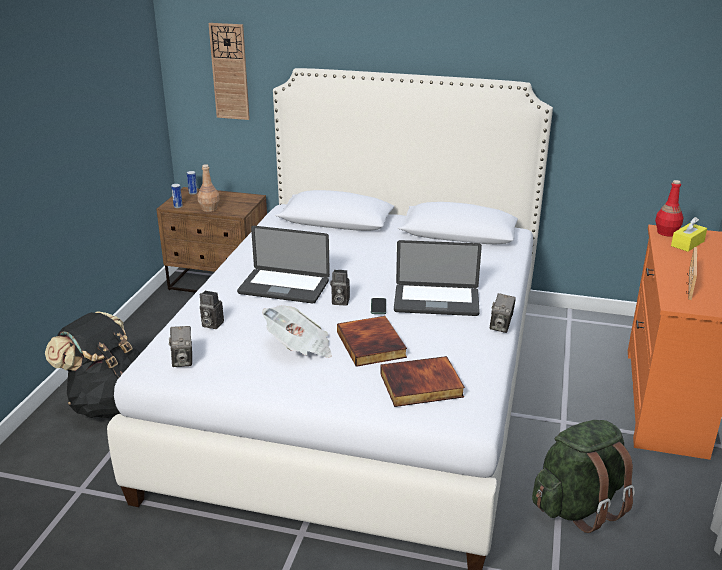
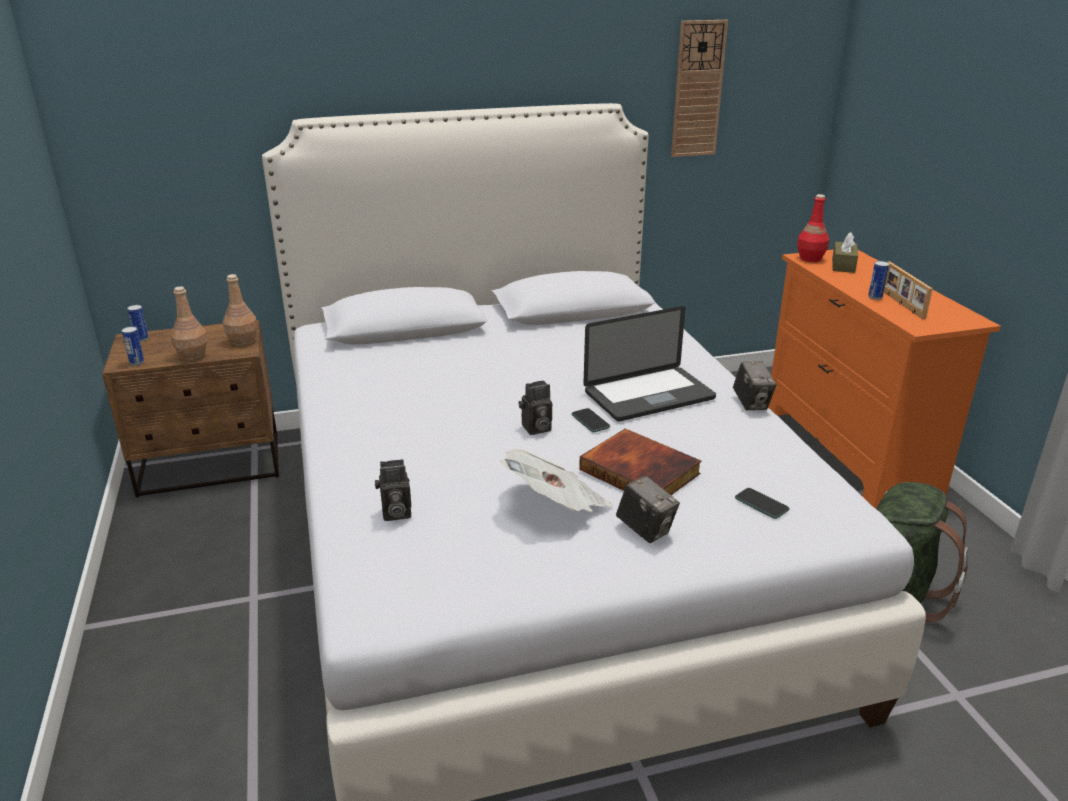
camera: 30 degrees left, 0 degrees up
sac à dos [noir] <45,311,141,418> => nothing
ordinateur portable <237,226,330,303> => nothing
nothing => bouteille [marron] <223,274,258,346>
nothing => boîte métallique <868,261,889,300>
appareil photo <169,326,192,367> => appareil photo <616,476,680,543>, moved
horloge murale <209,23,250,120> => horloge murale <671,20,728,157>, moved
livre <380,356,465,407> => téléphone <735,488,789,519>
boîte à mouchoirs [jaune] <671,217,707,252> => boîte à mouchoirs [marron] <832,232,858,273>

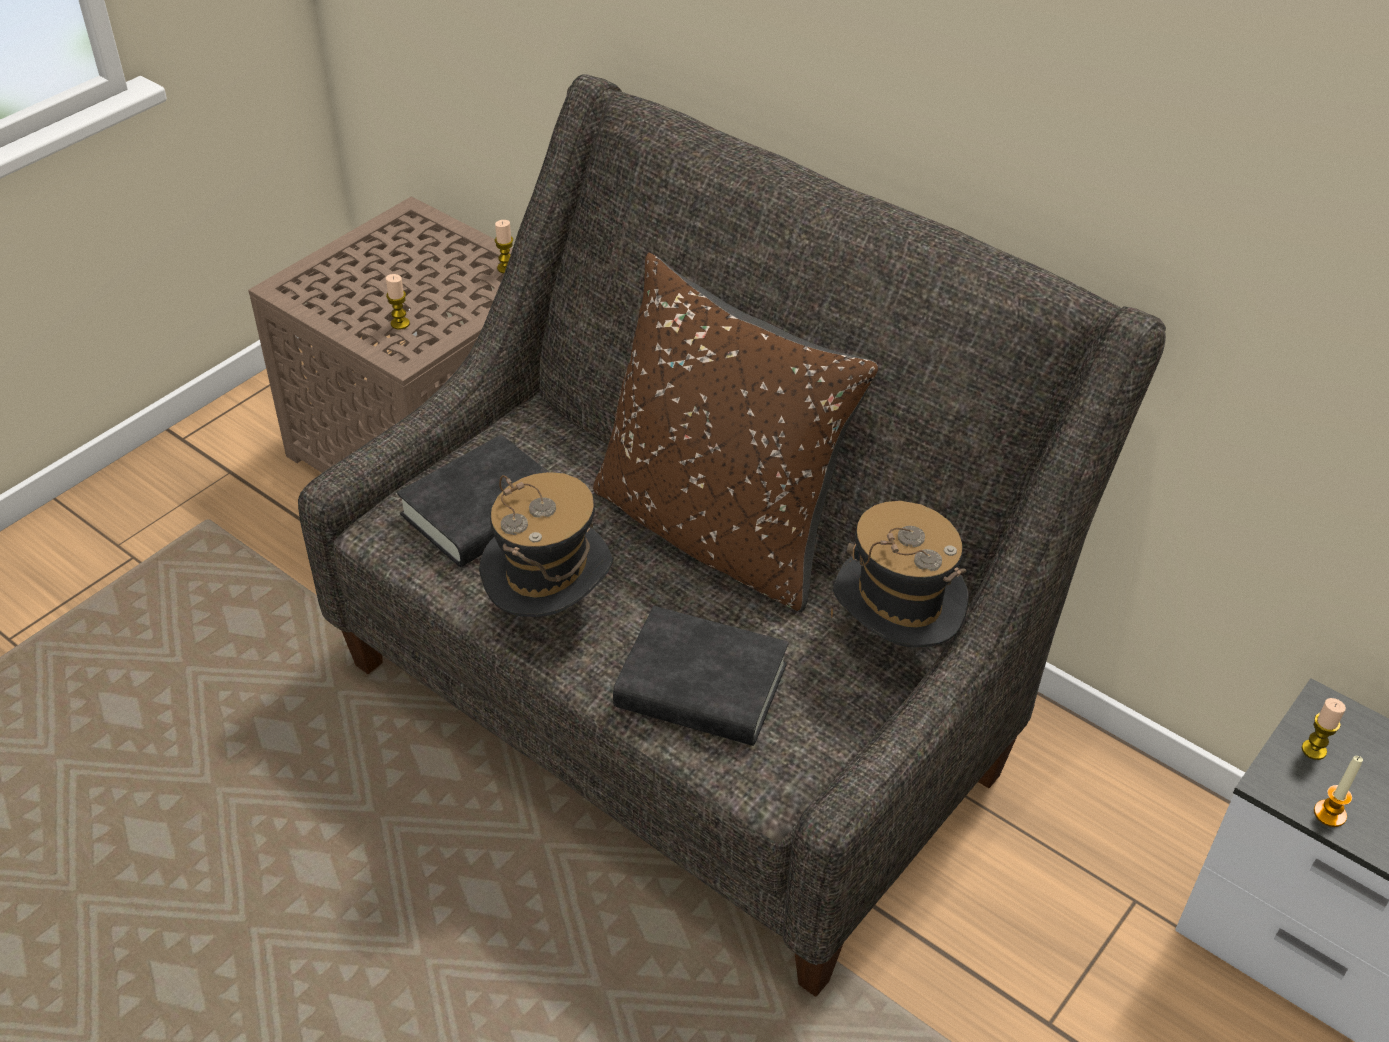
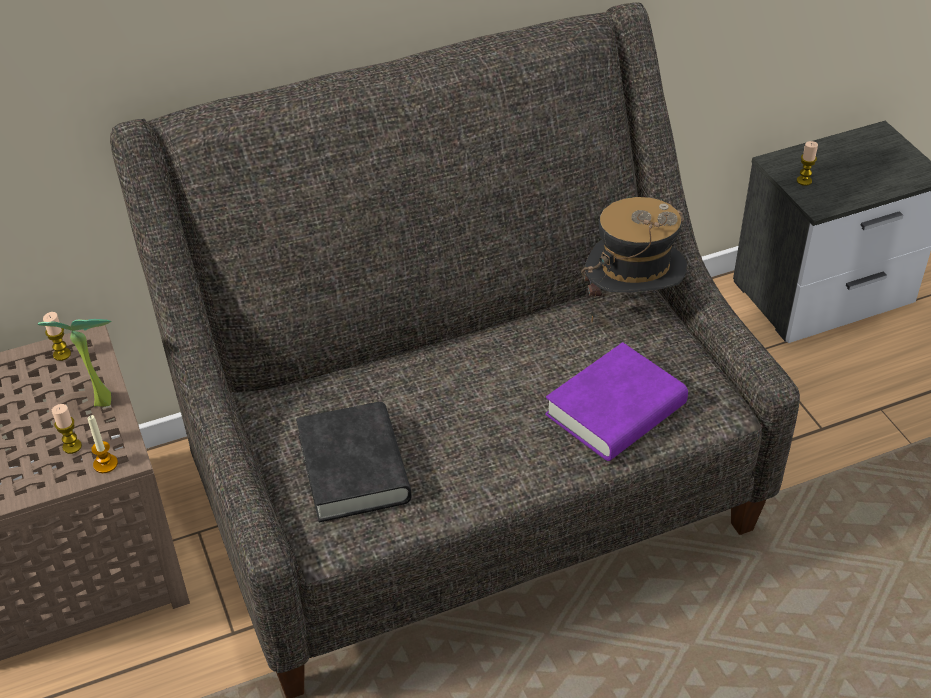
camera: 60 degrees left, 0 degrees up
chapeau <479,472,614,617> => nothing
coussin [marron] <593,253,878,613> => nothing
nothing => plante en pot <38,319,111,406>
bougie <1314,756,1363,827> => bougie <88,415,118,473>, moved
livre [noir] <613,606,789,746> => livre [violet] <545,342,688,461>

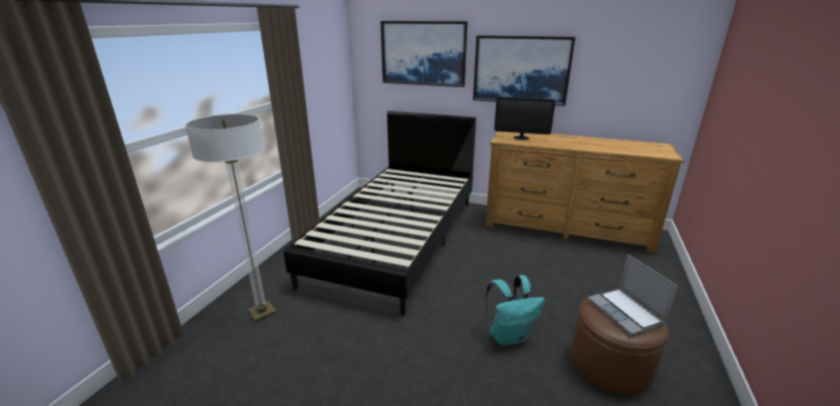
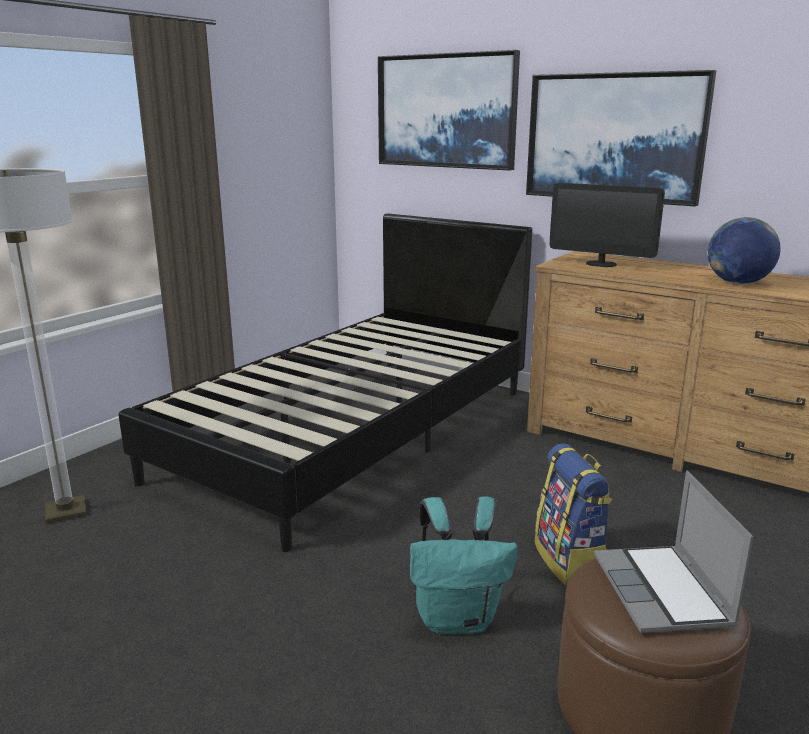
camera: 15 degrees right, 5 degrees down
nothing => sac à dos <535,443,612,586>
nothing => globe <708,217,781,284>

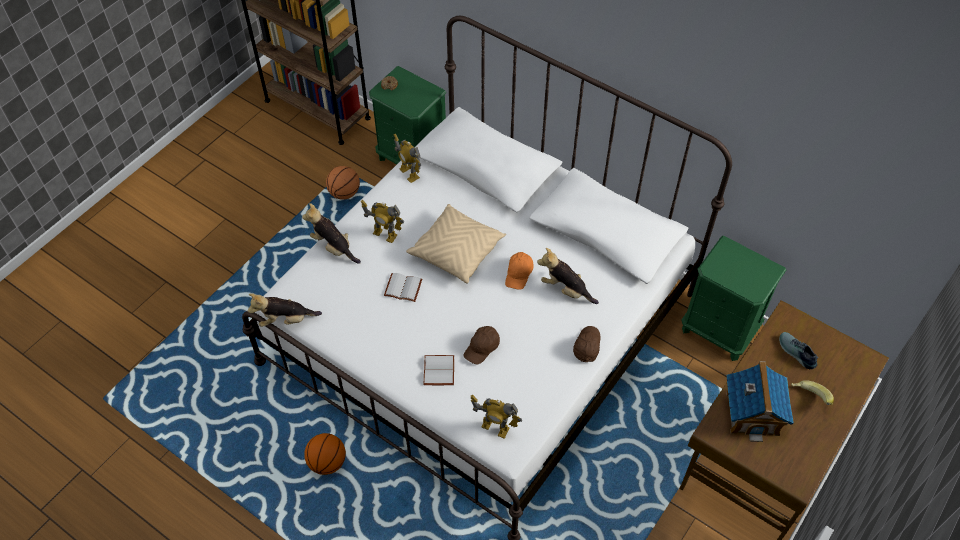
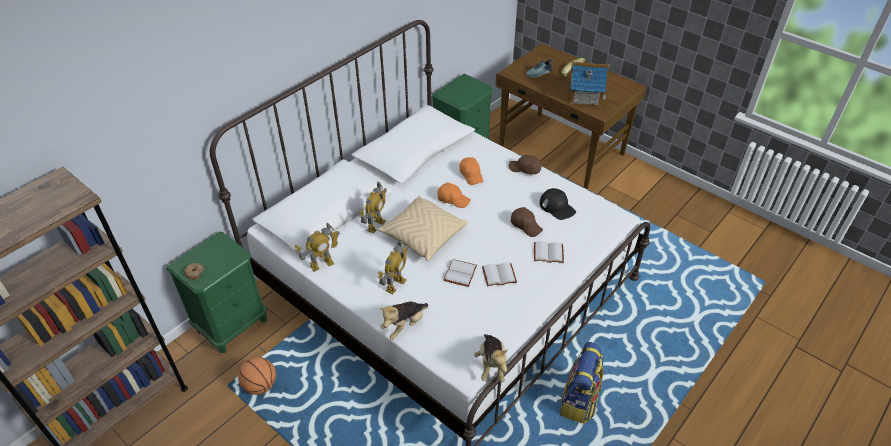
camera: 85 degrees left, 10 degrees down
nothing => livre [blanc] <482,262,517,287>
nothing => casquette [noir] <540,188,576,220>
robot jouet <471,394,522,439> => robot jouet <359,182,387,233>, moved
ballon de basket <304,433,346,475> => sac à dos <560,342,604,424>
peluche <537,248,599,304> => casquette [orange] <459,157,483,185>

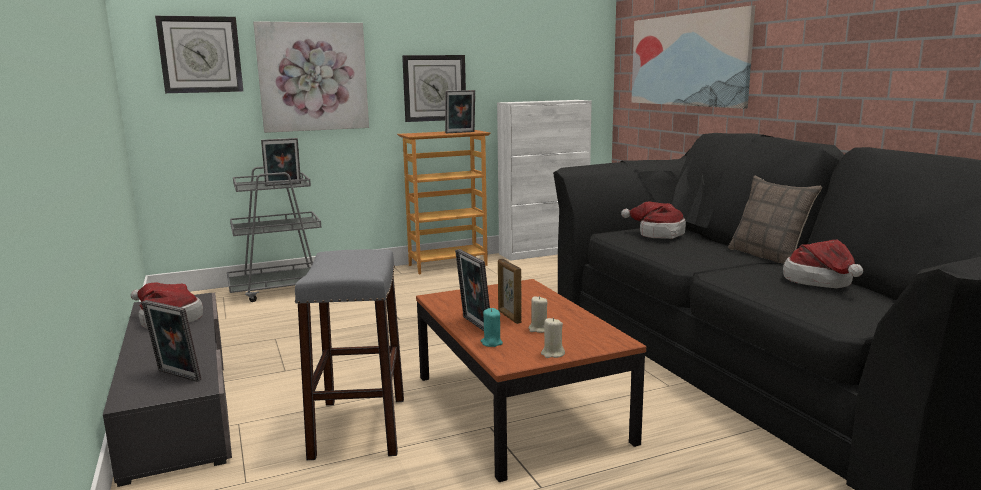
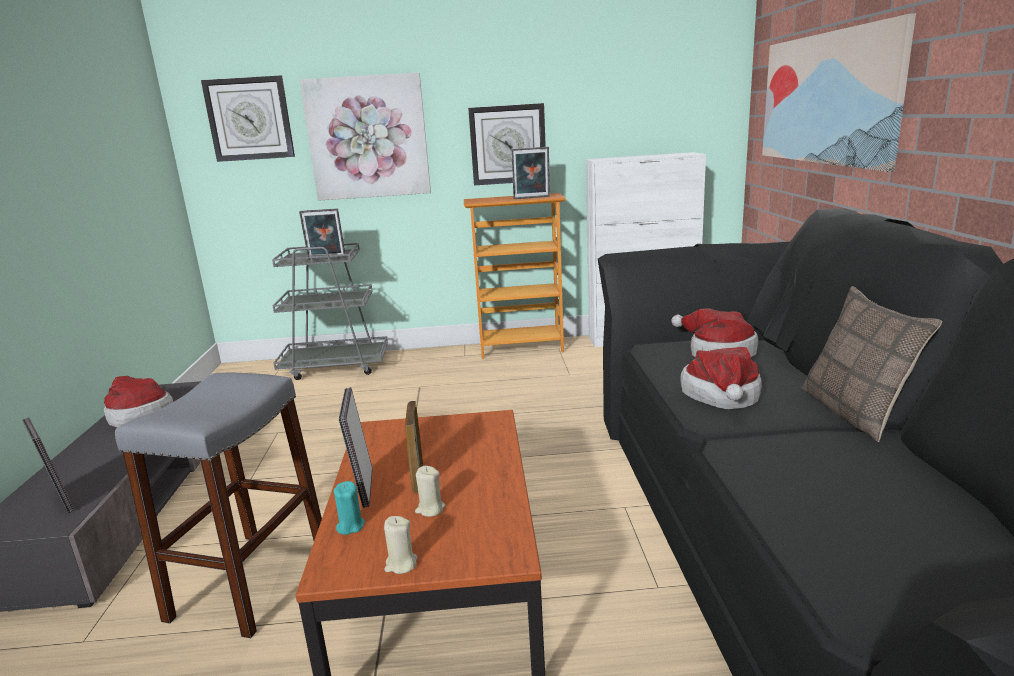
camera: 20 degrees right, 5 degrees up
chapeau <783,240,863,288> => chapeau <680,347,762,409>, moved

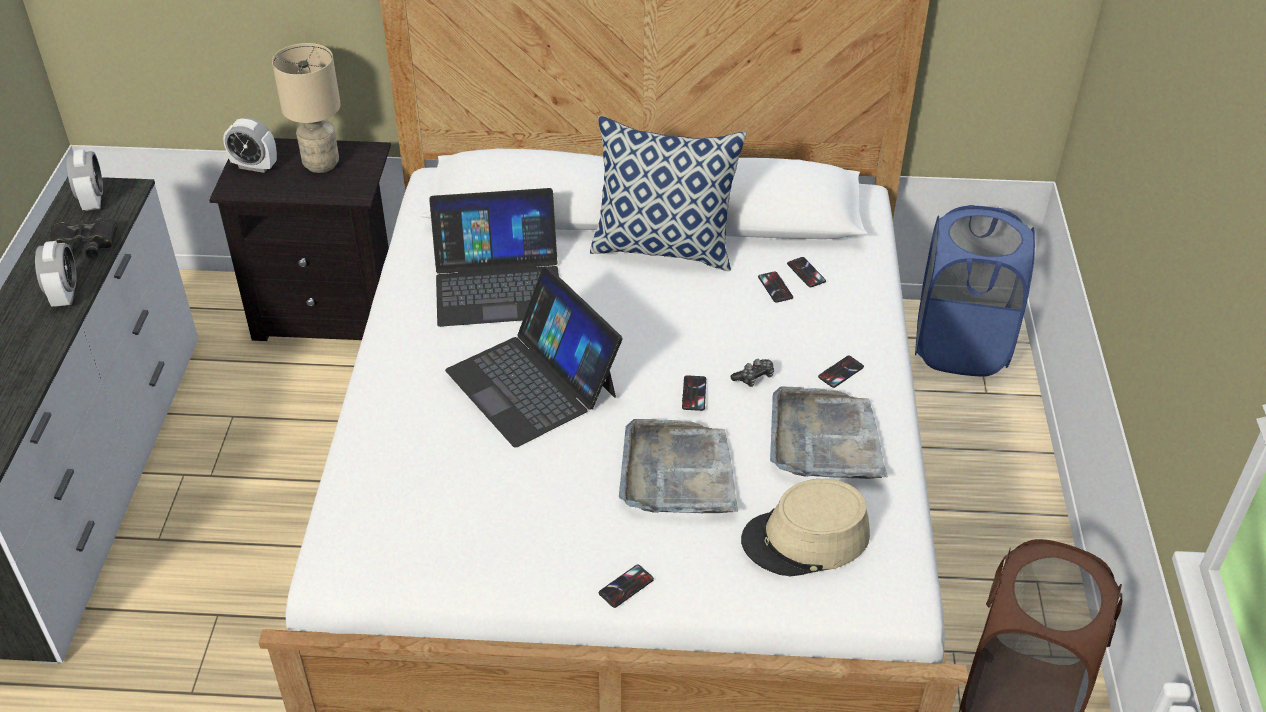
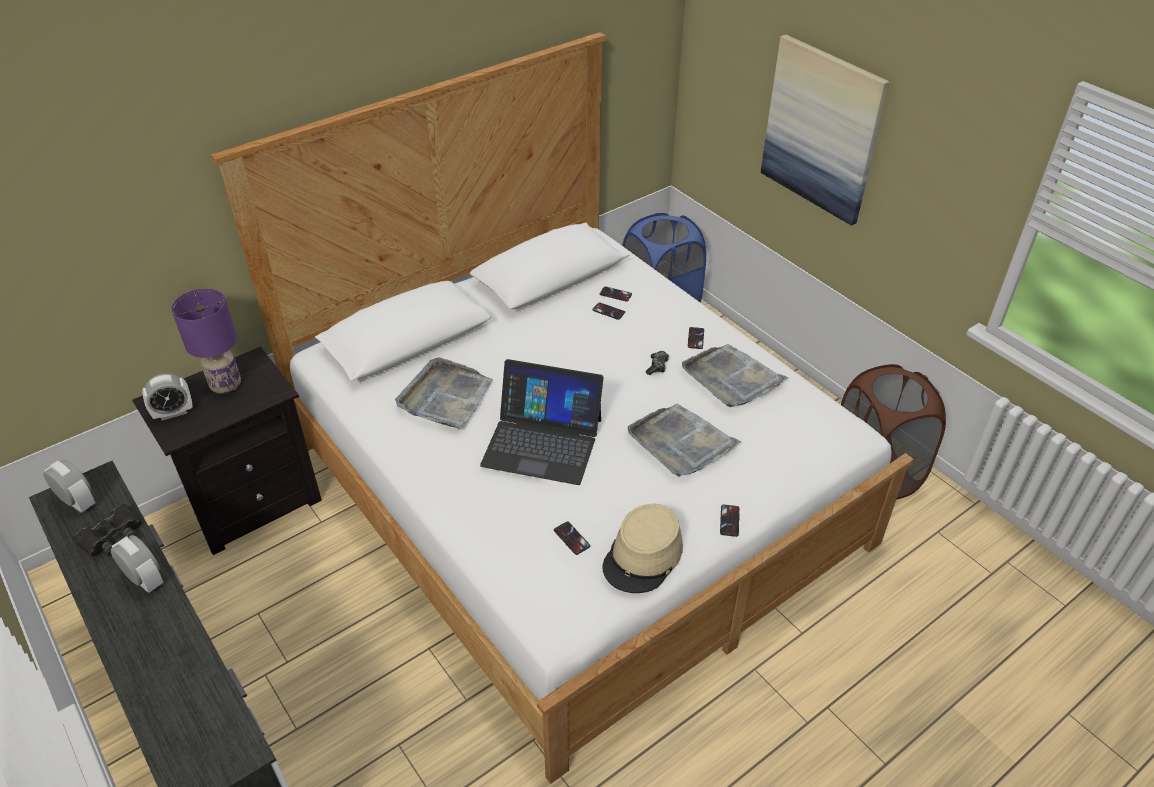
camera: 40 degrees left, 0 degrees up
coussin <590,116,747,271> => nothing
nothing => tableau <761,35,889,226>
téléphone <682,375,706,411> => téléphone <554,521,590,555>, moved
chapeau [beige] <741,479,870,576> => chapeau [beige] <602,504,683,593>, moved
ordinateur portable <429,188,559,327> => plateau [gris] <395,357,493,428>
lampe de table [beige] <272,43,340,173> => lampe de table [violet] <172,288,241,394>

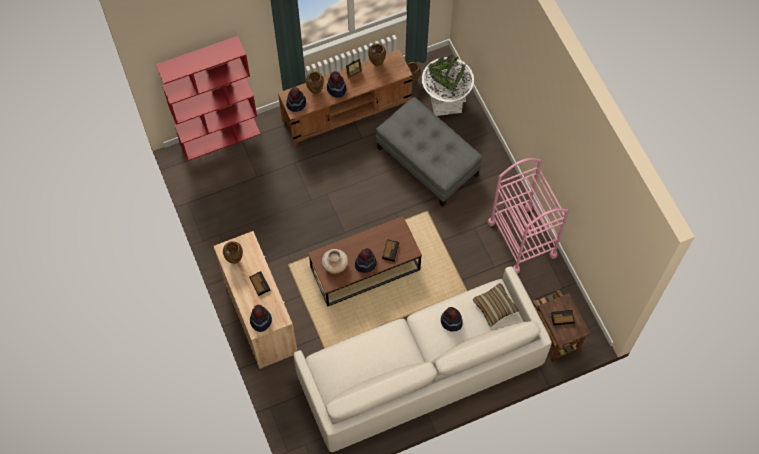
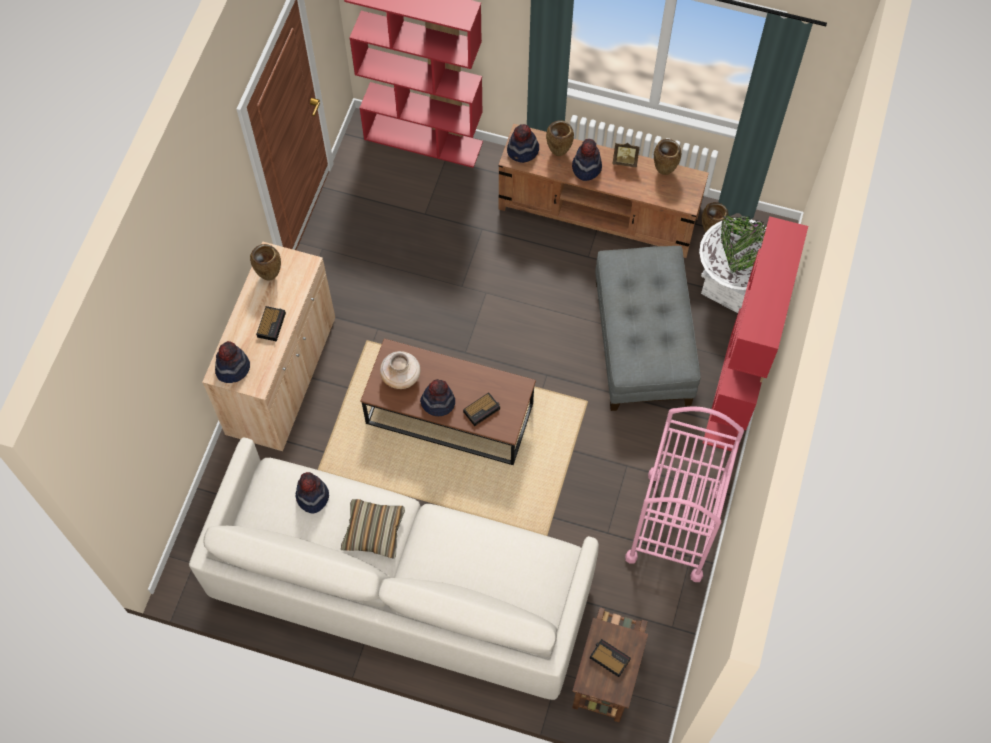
camera: 40 degrees right, 0 degrees up
nothing => bibliothèque [rouge] <702,216,808,452>
chapeau <441,307,463,332> => chapeau <296,472,329,514>, moved
coussin <473,283,519,327> => coussin <341,499,405,559>, moved

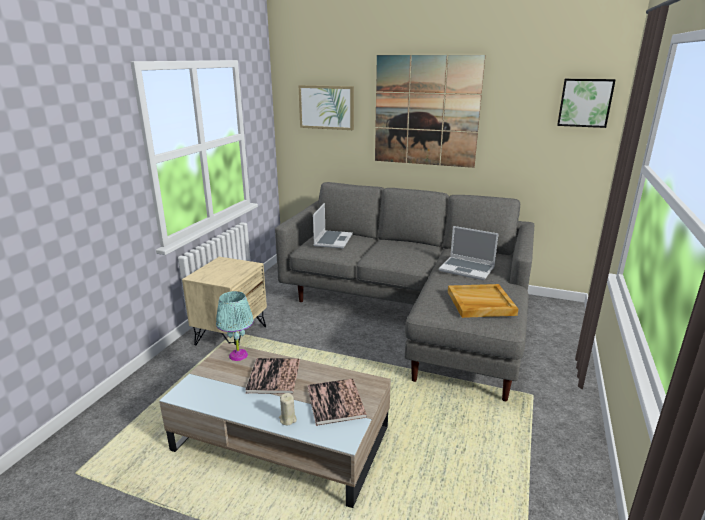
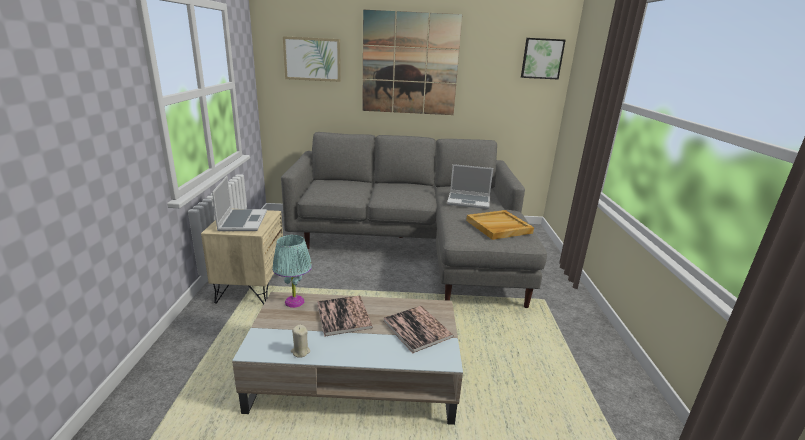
camera: 20 degrees left, 0 degrees up
bougie [beige] <279,393,297,425> => bougie [beige] <291,325,310,358>, moved
ordinateur portable <313,203,353,248> => ordinateur portable <212,176,267,231>, moved

